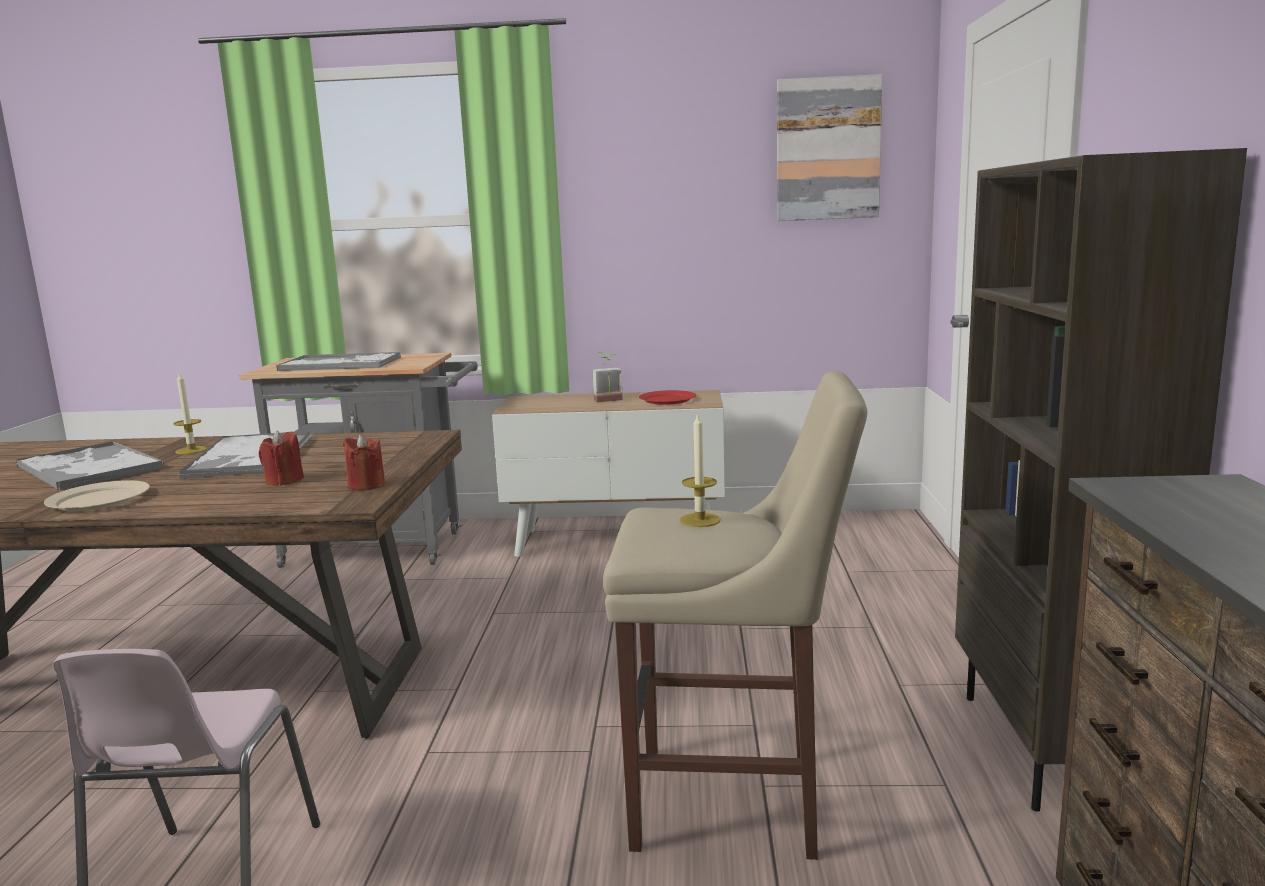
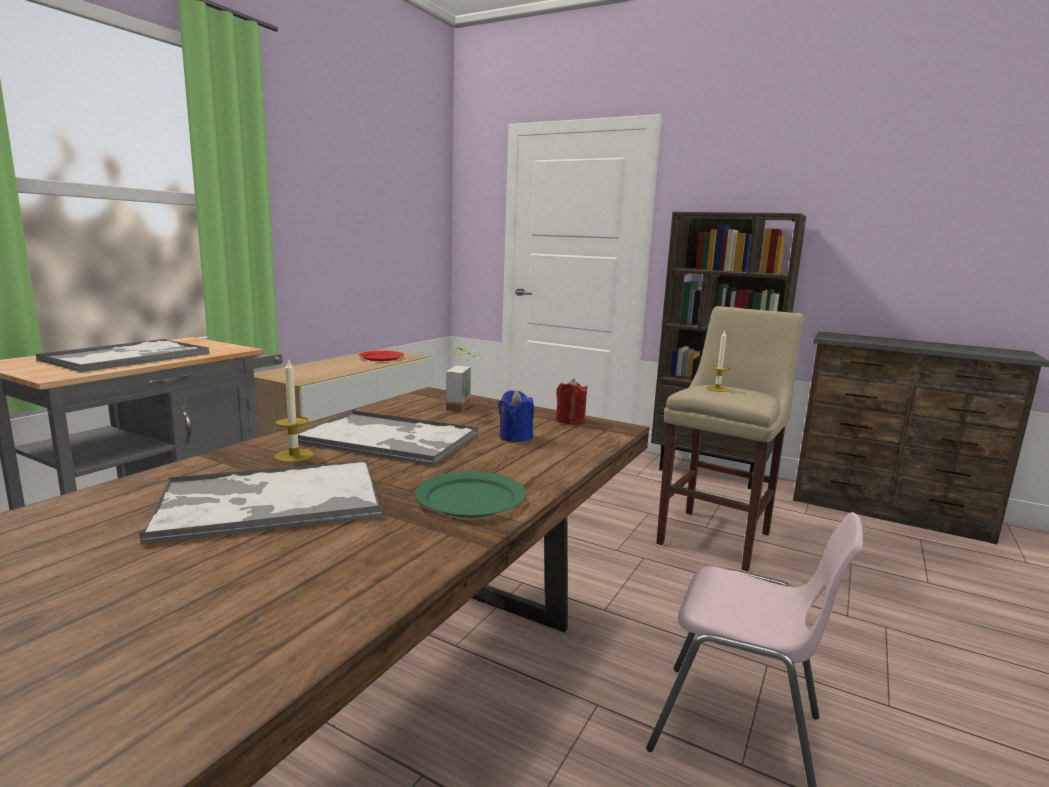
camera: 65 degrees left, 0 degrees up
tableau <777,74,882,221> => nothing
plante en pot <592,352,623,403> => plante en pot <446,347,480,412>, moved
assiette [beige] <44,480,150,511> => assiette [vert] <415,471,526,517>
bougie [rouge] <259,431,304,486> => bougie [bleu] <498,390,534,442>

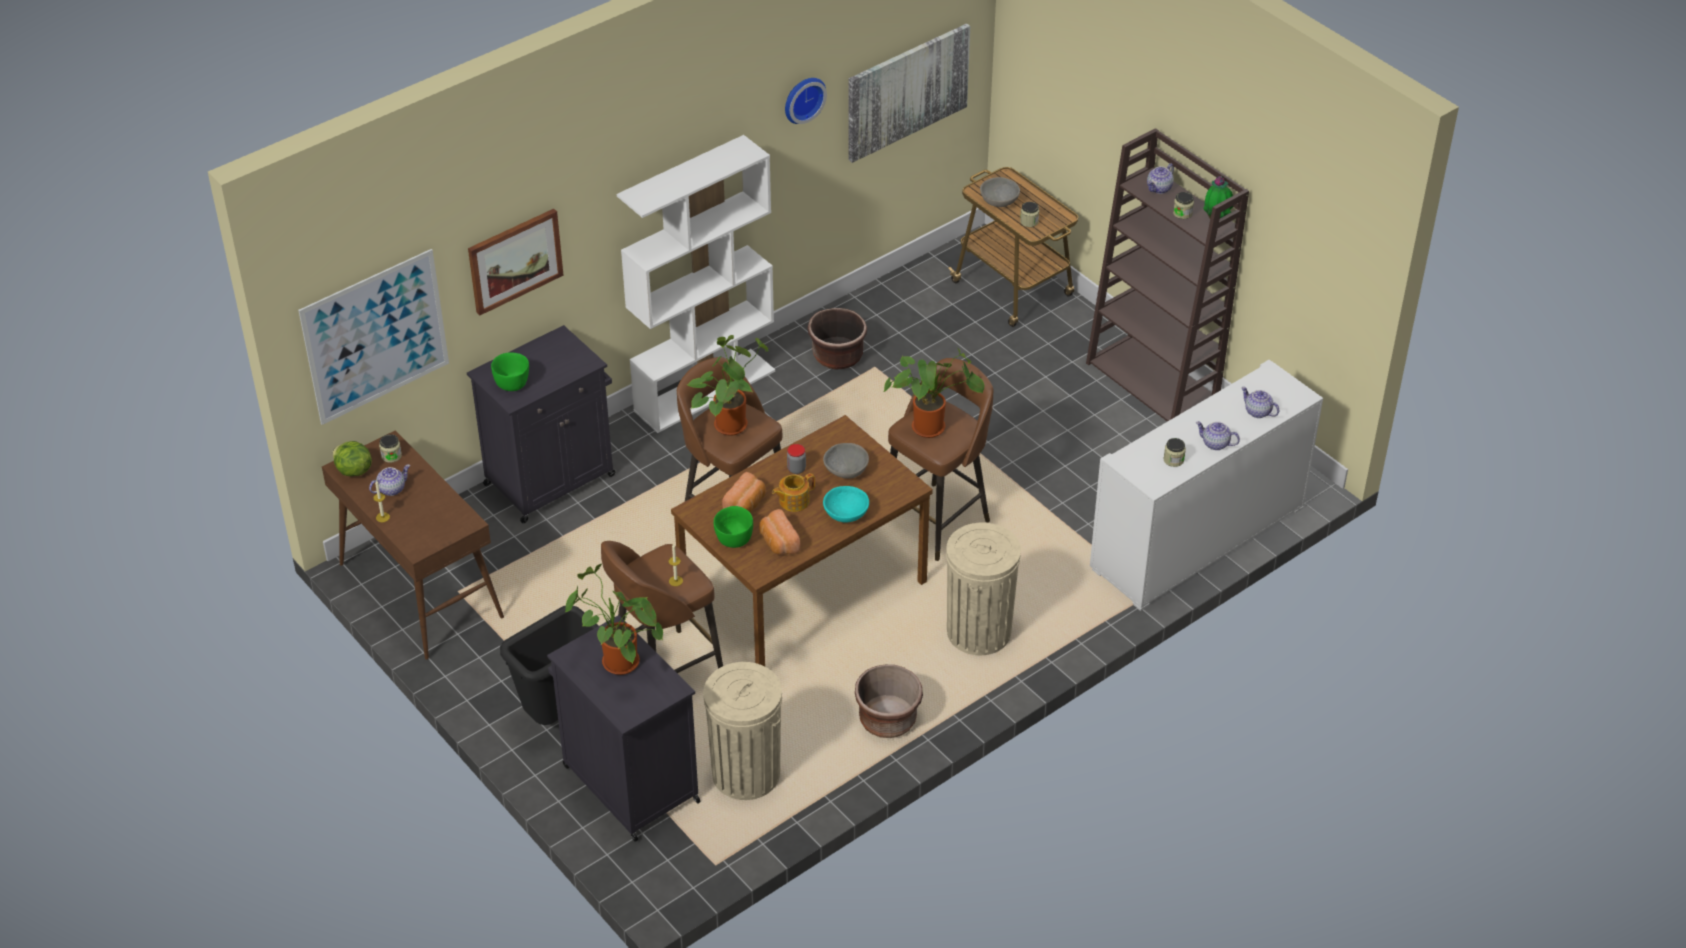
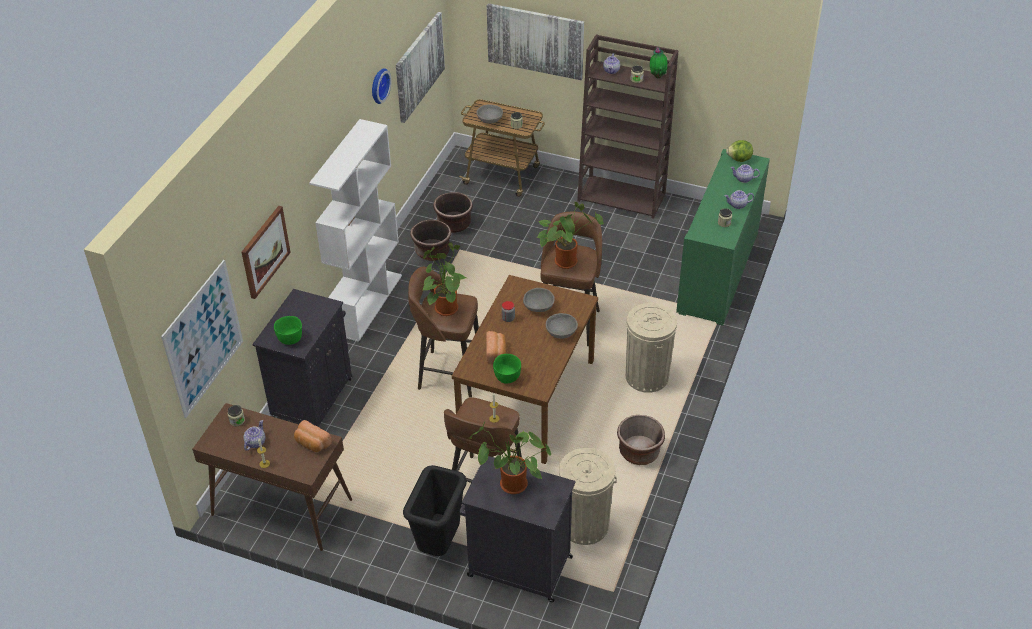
camera: 30 degrees left, 0 degrees up
théière <772,473,815,512> => nothing
nothing => cache-pot [marron] <433,192,473,233>
nothing => tableau <487,3,584,80>
laitue <332,441,372,476> => laitue <726,140,753,162>, moved
pain <759,509,801,555> => pain <294,420,332,452>, moved
bol [turquoise] <823,486,869,523> => bol [gris] <546,313,578,339>
meuble de rangement [blanc] <1090,360,1323,611> => meuble de rangement [vert] <676,149,770,326>

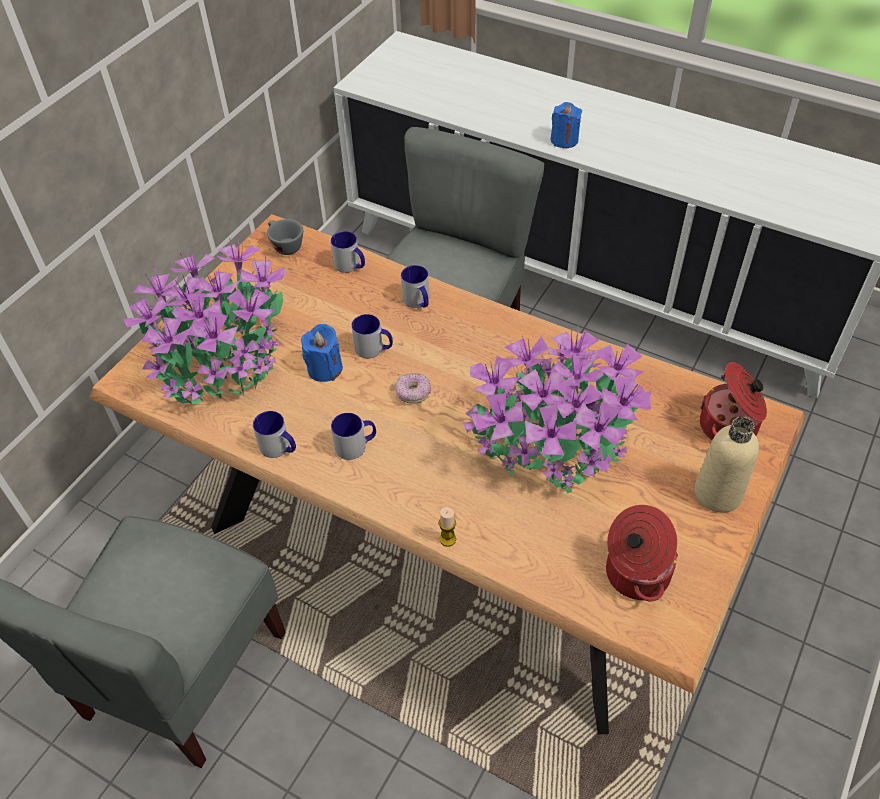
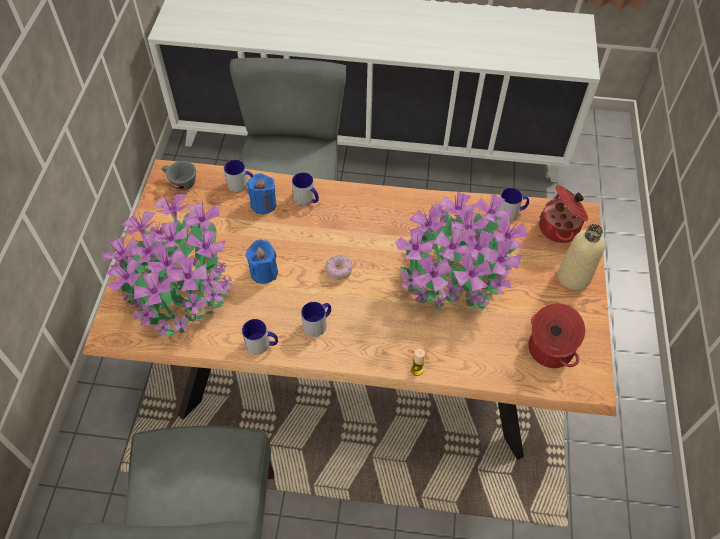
camera: 25 degrees left, 5 degrees up
mug <351,314,393,358> => mug <497,188,529,221>, moved
bougie [bleu] <550,102,582,148> => bougie [bleu] <248,174,277,214>, moved

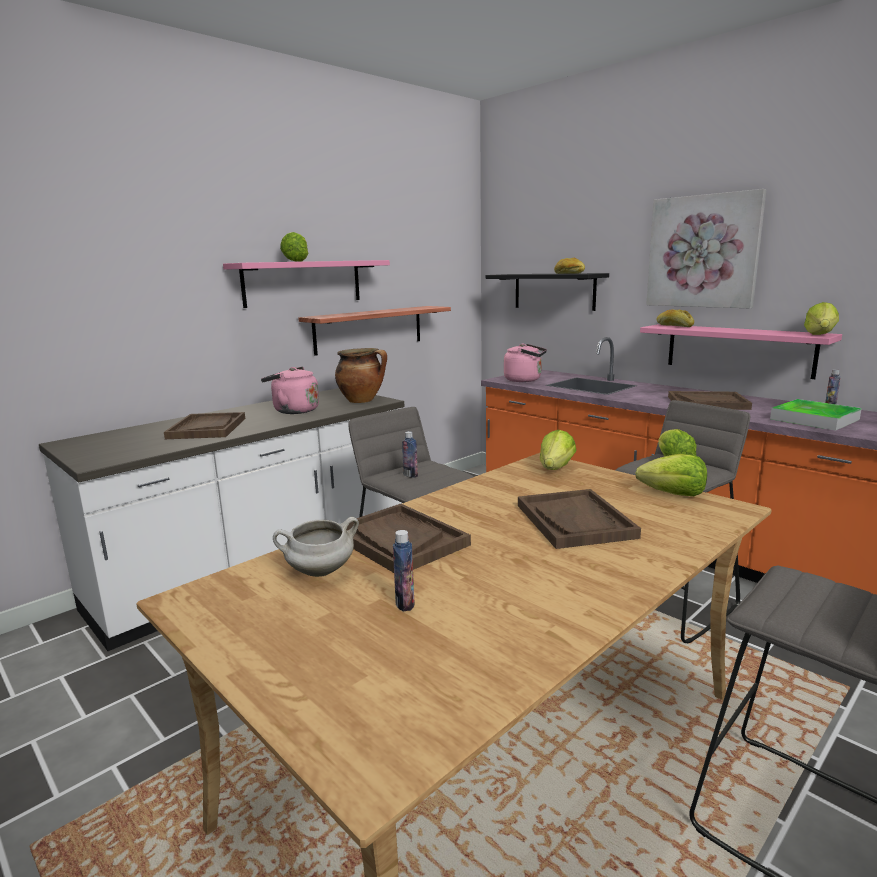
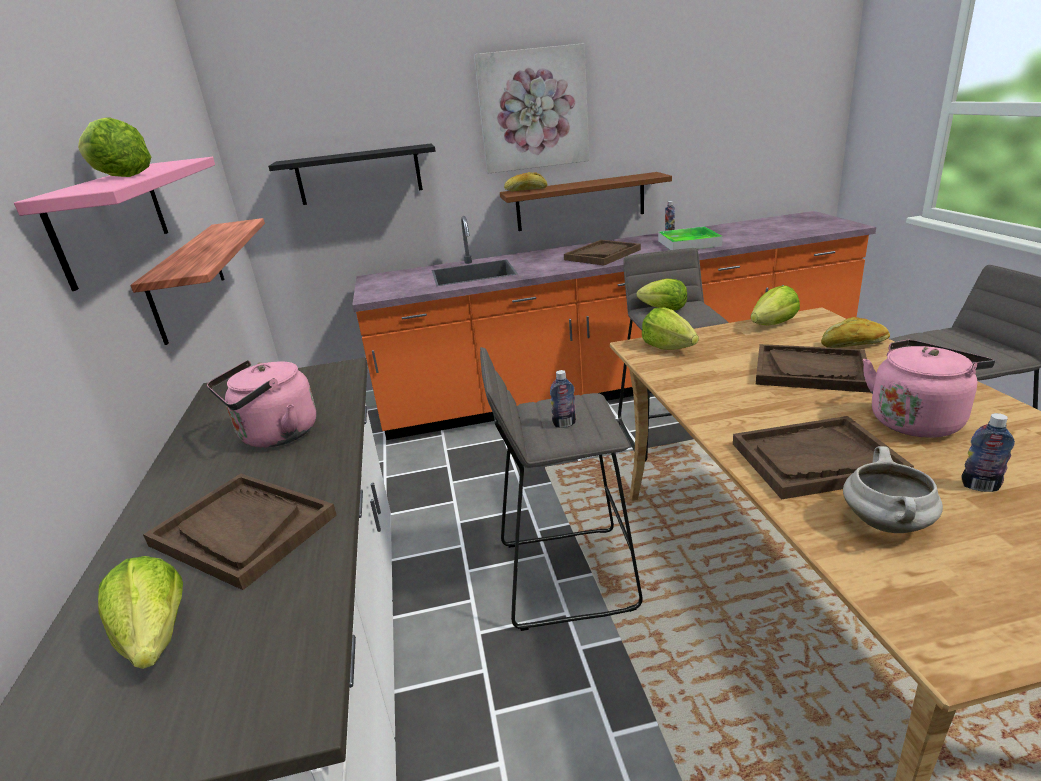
camera: 55 degrees left, 10 degrees up
marmite <335,348,387,403> => nothing
bouilloire [rose] <504,344,547,382> => bouilloire [rose] <863,340,995,438>, moved
pain <554,258,585,274> => pain <821,317,890,348>, moved
laitue <804,302,839,335> => laitue <98,556,183,669>, moved
étagère [rose] <640,324,842,379> => étagère [marron] <500,172,672,231>

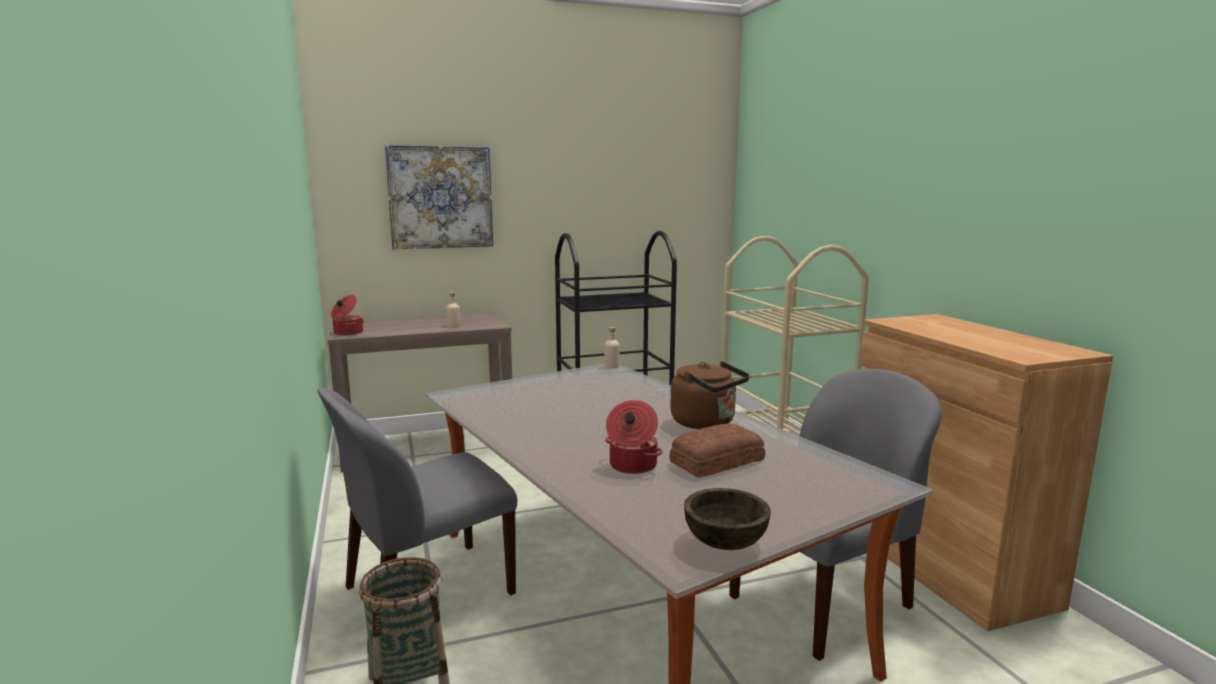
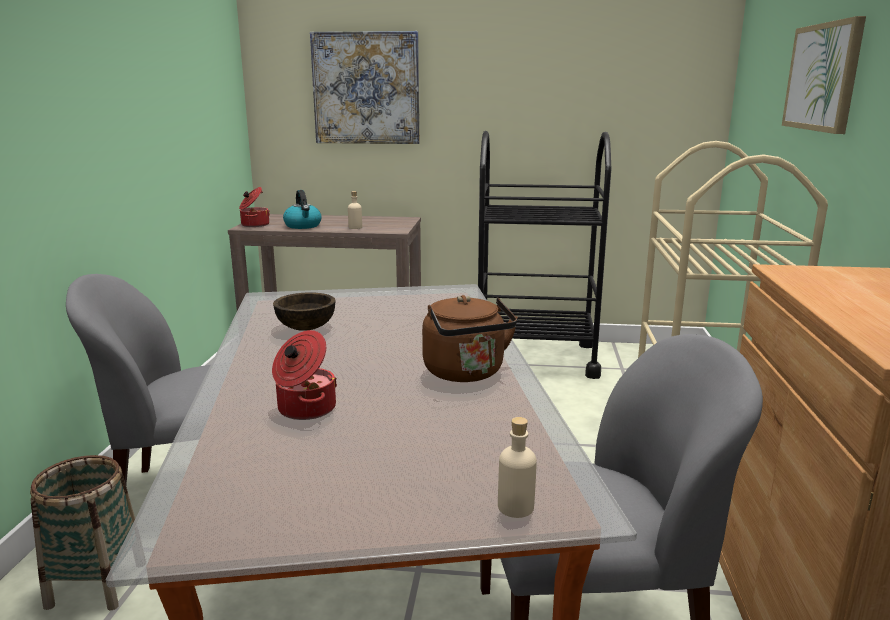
camera: 25 degrees right, 5 degrees up
pain <669,424,765,478> => nothing
nothing => bouilloire <283,190,322,229>
nothing => tableau <782,16,866,134>
bouteille [beige] <604,327,620,369> => bouteille [beige] <498,417,537,518>, moved
bol [marron] <684,488,771,550> => bol [marron] <273,292,336,331>, moved

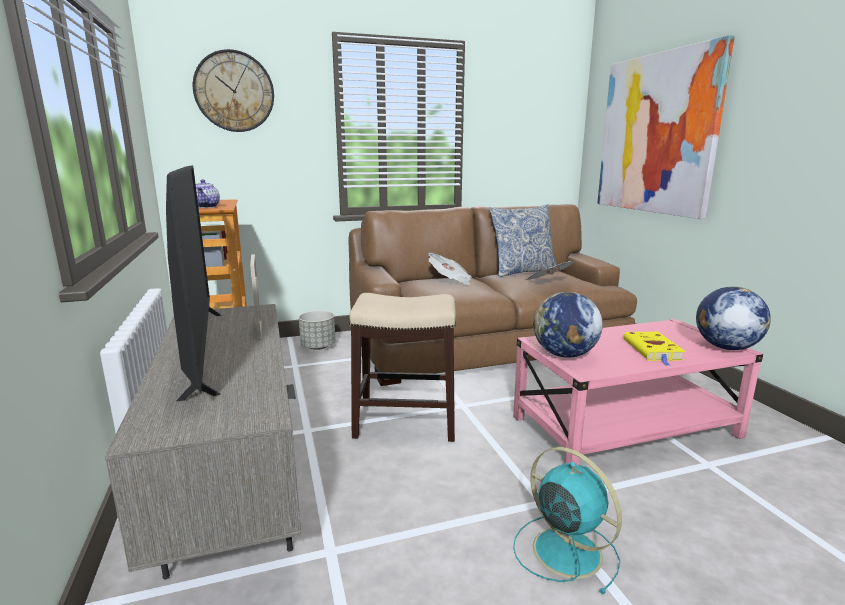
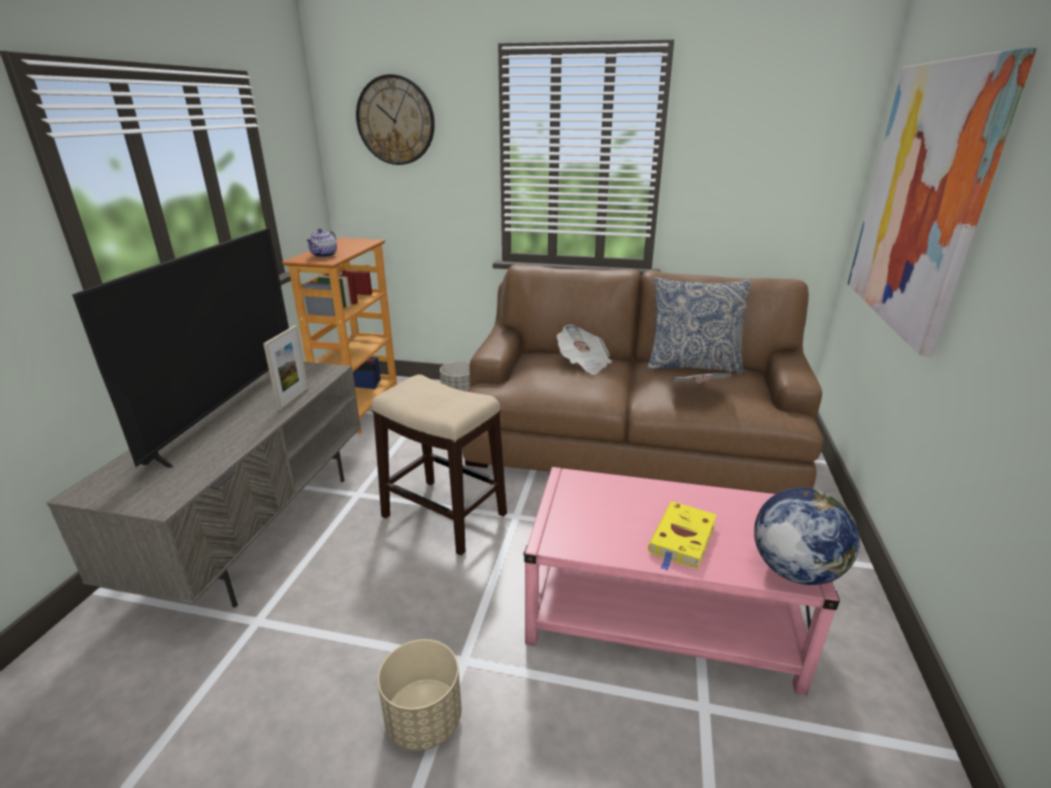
camera: 30 degrees right, 10 degrees up
globe <533,292,603,358> => nothing
ventilateur [turquoise] <513,447,622,594> => cache-pot [beige] <378,639,462,751>

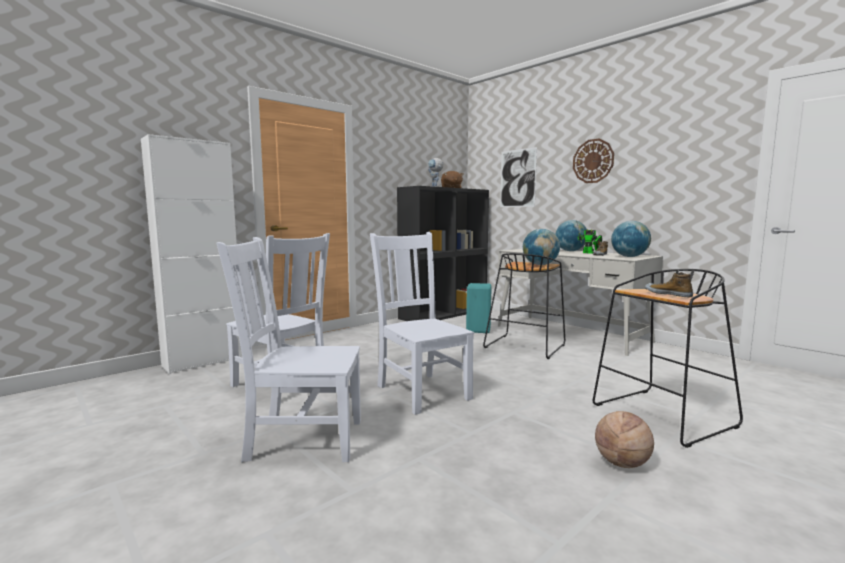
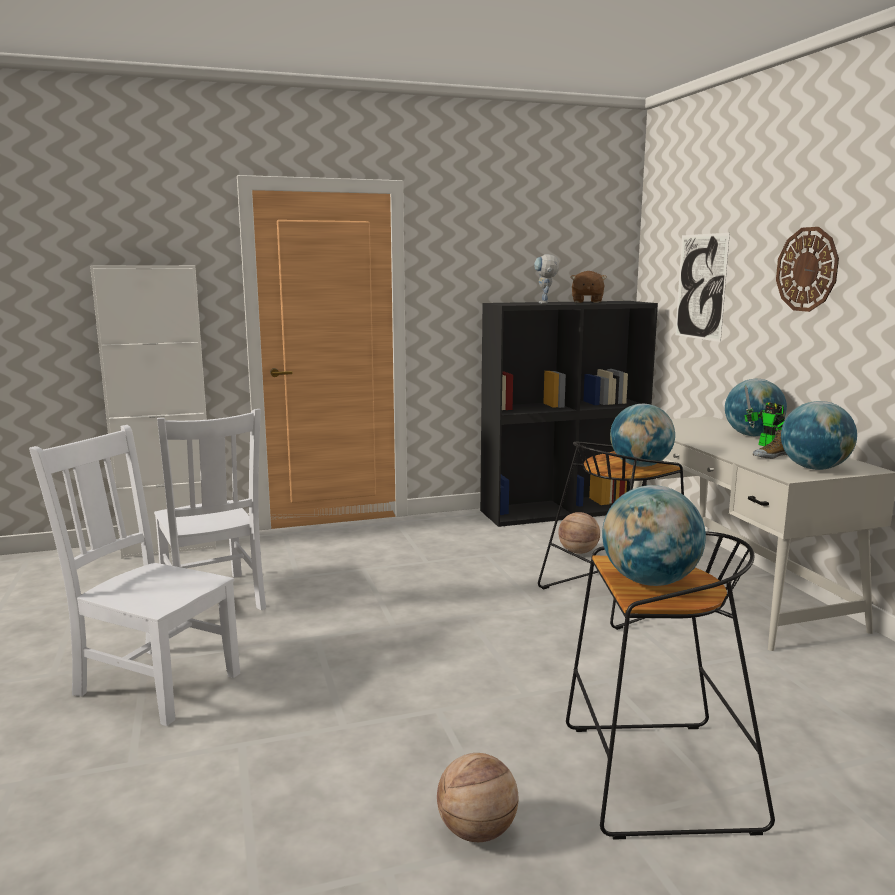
camera: 25 degrees right, 5 degrees up
chaise [blanc] <370,232,474,415> => nothing
tabouret [turquoise] <466,283,492,333> => ballon de basket <558,512,600,554>
chaussure <645,272,693,297> => globe <602,485,706,586>

